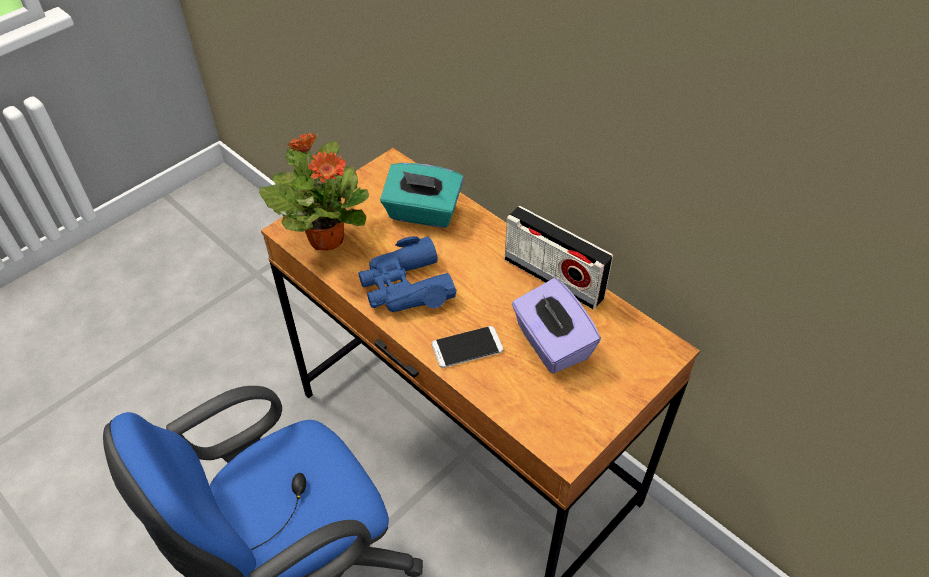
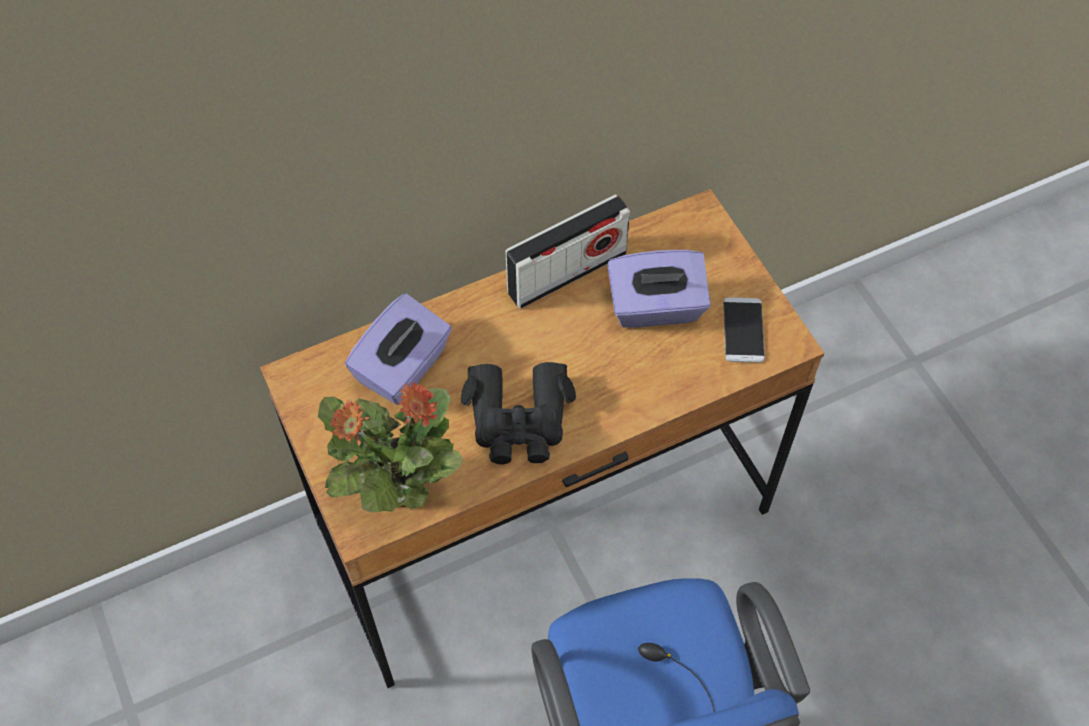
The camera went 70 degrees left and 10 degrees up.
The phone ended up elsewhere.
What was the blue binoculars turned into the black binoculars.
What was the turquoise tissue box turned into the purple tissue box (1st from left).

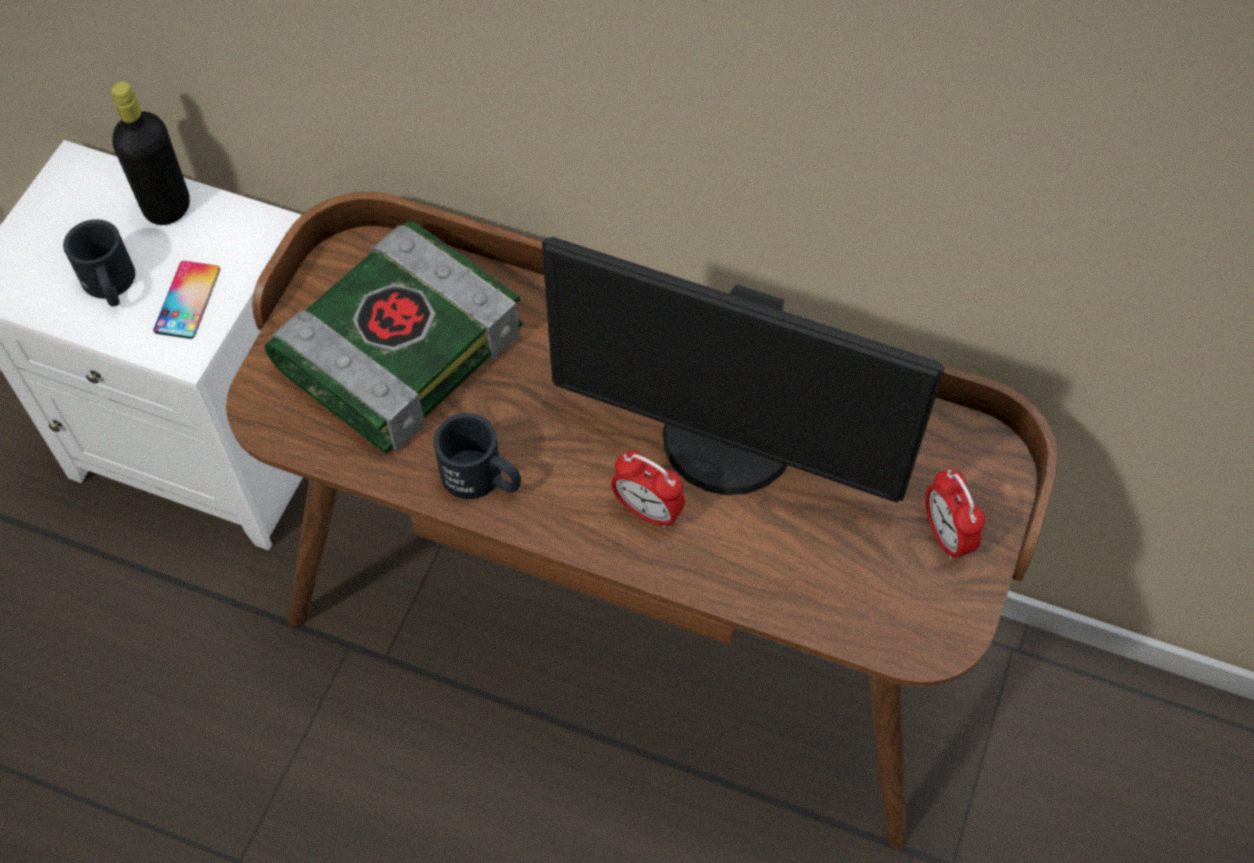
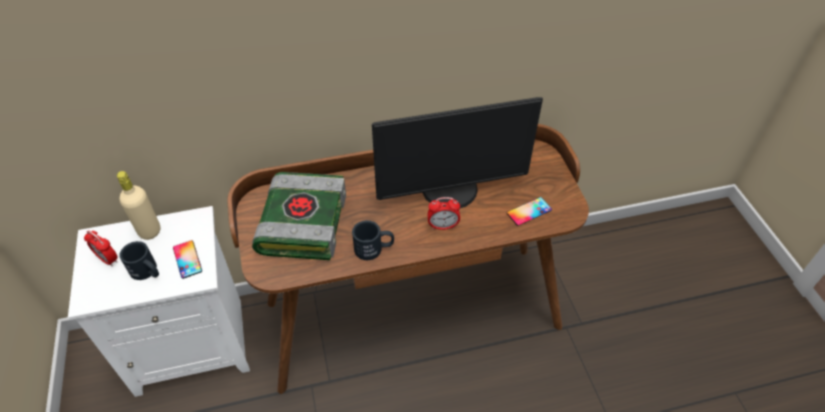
The camera went 35 degrees left and 10 degrees down.
The second view gained the phone (2nd from left).
The alarm clock (2nd from left in the first image) ended up elsewhere.
What was the black bottle turned into the beige bottle.

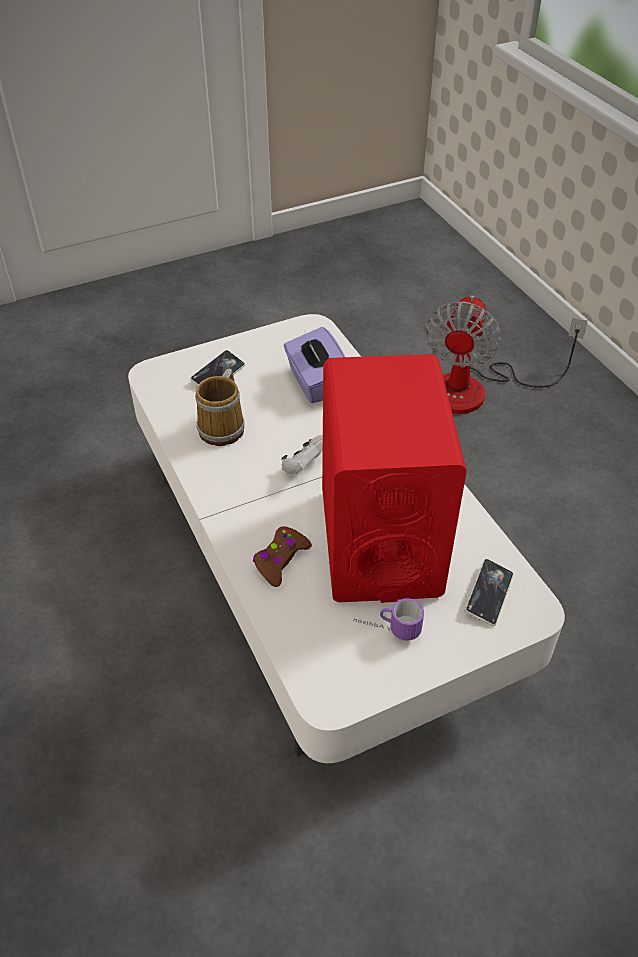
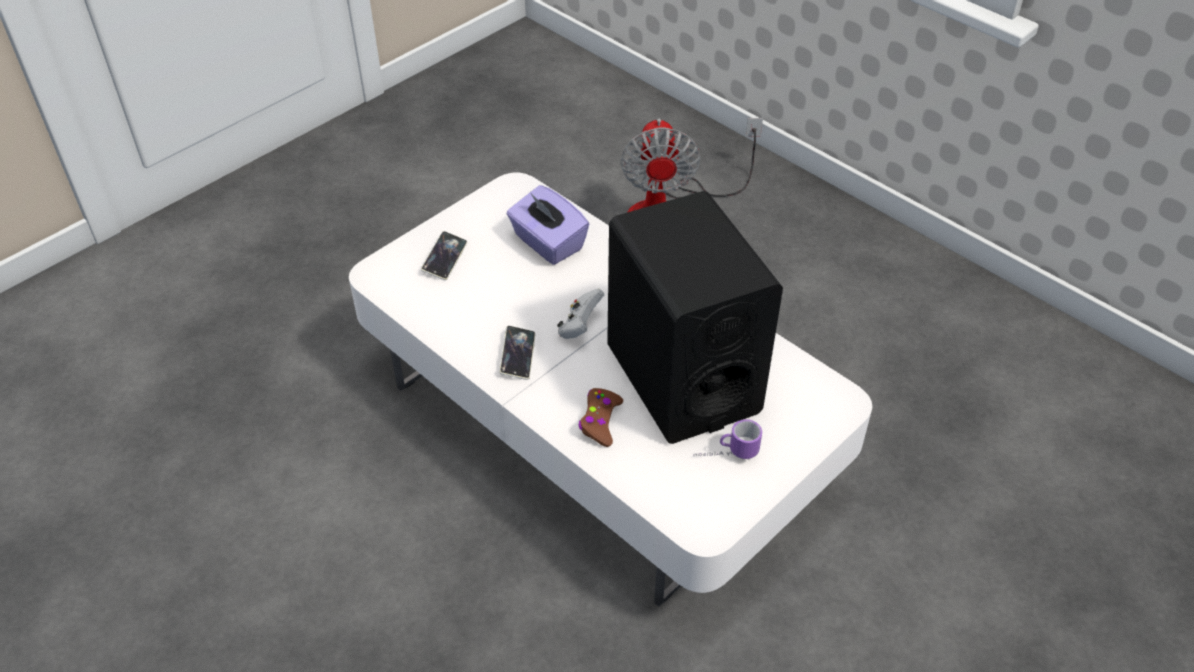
The camera went 20 degrees left and 0 degrees up.
The second view lost the mug (1st from left).
The phone (2nd from left) ended up elsewhere.
What was the red speaker turned into the black speaker.

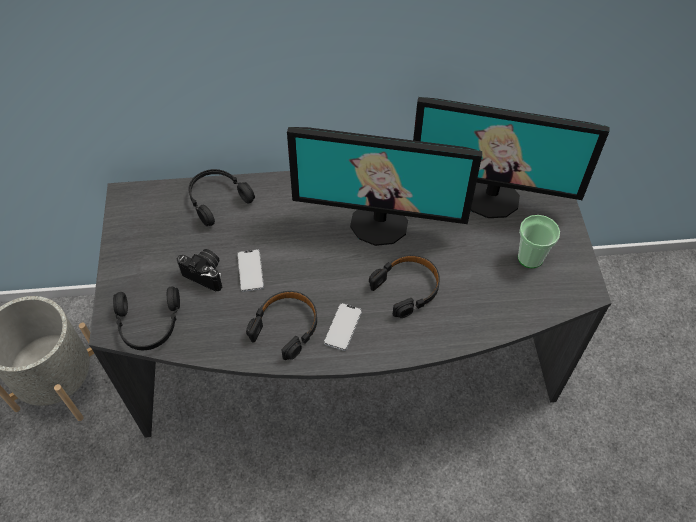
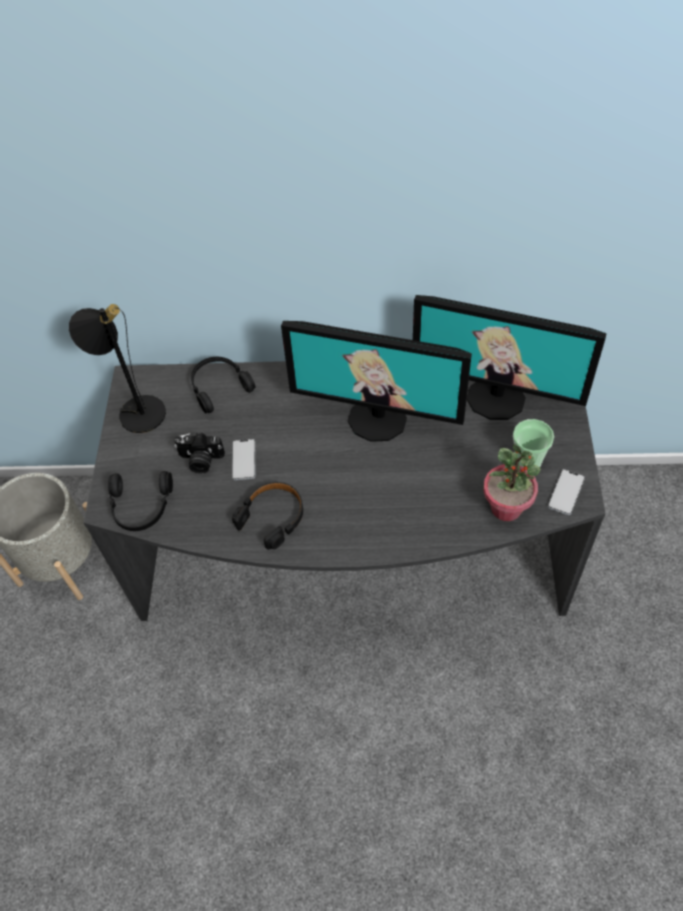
The camera went 10 degrees right and 0 degrees up.
The second view lost the black headphones (4th from left).
The second view gained the black table lamp.
The second view gained the potted plant.
The phone (2nd from left) ended up elsewhere.
The photo camera ended up facing another way, 150 degrees clockwise from before.

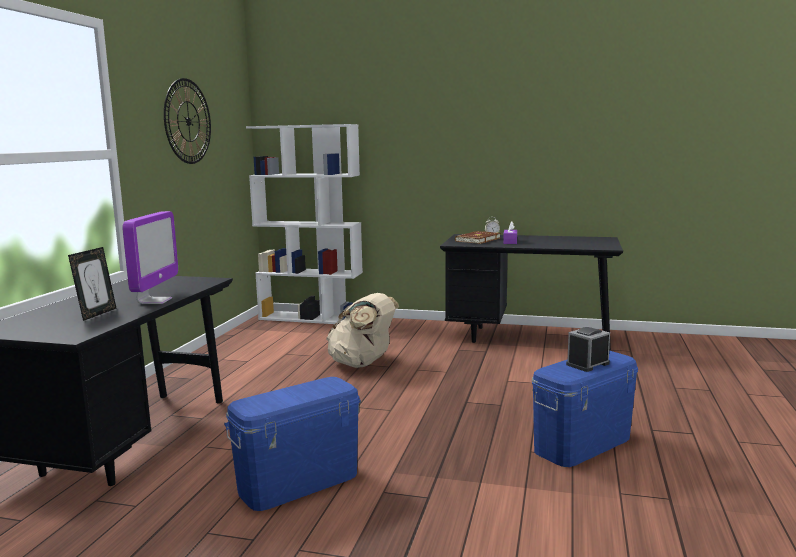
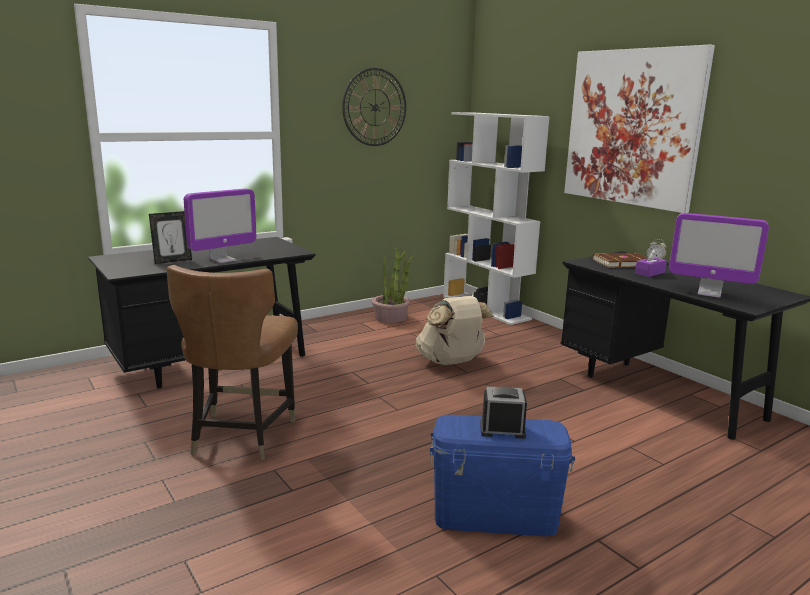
The camera went 40 degrees right and 5 degrees up.
The second view gained the potted plant.
The second view gained the picture.
The second view gained the monitor (2nd from left).
Where the blue storage box (1st from left) stood, the brown chair came to stand.

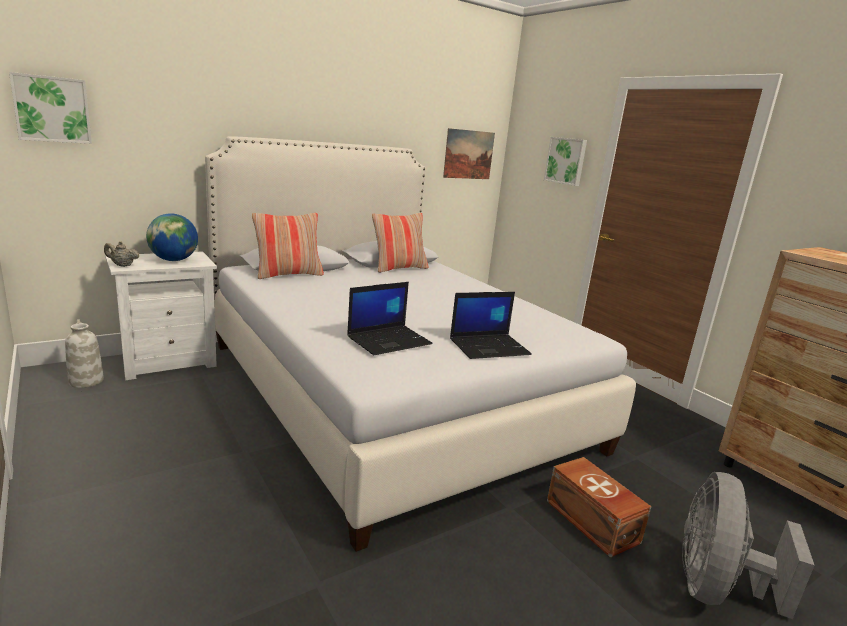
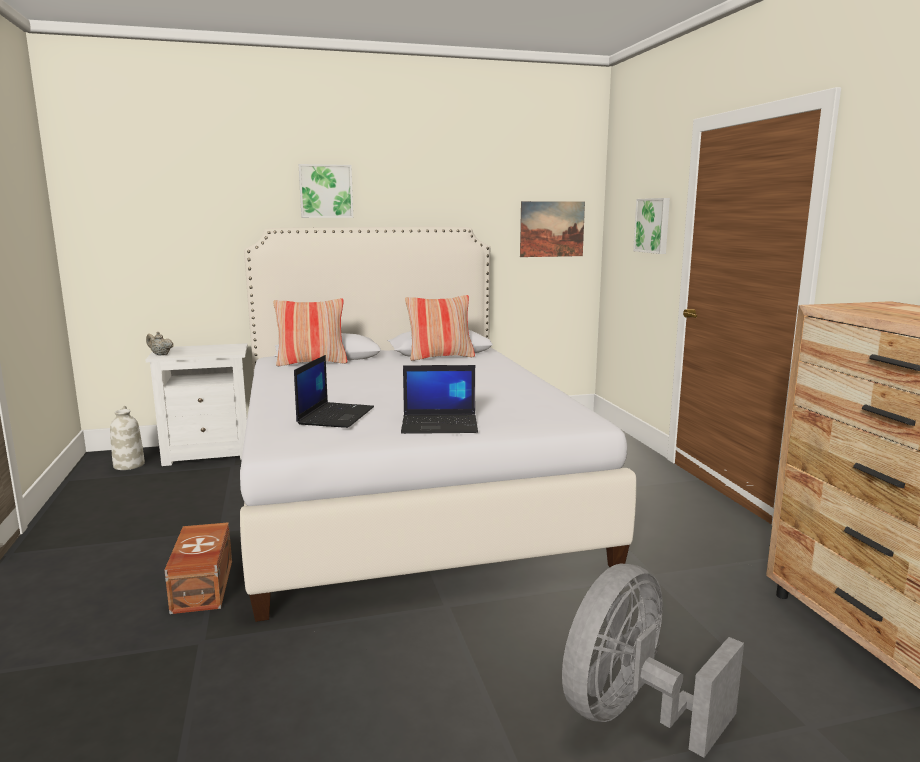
The camera went 20 degrees right and 5 degrees down.
The second view lost the globe.
The picture (1st from left) ended up elsewhere.
The brown storage box ended up elsewhere.
The laptop (1st from left) ended up facing another way, 60 degrees counterclockwise from before.

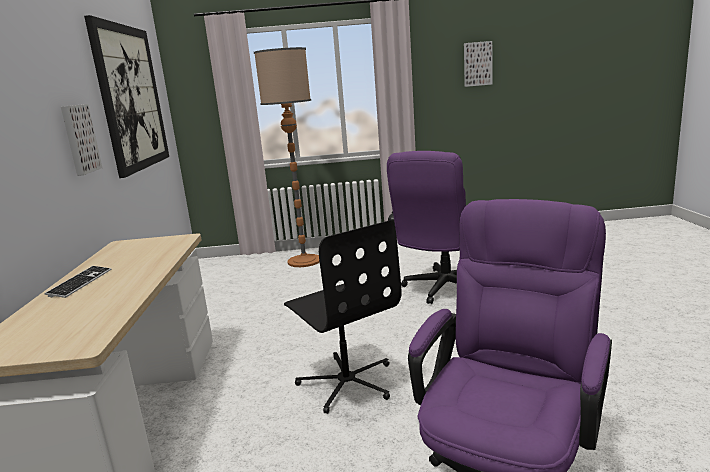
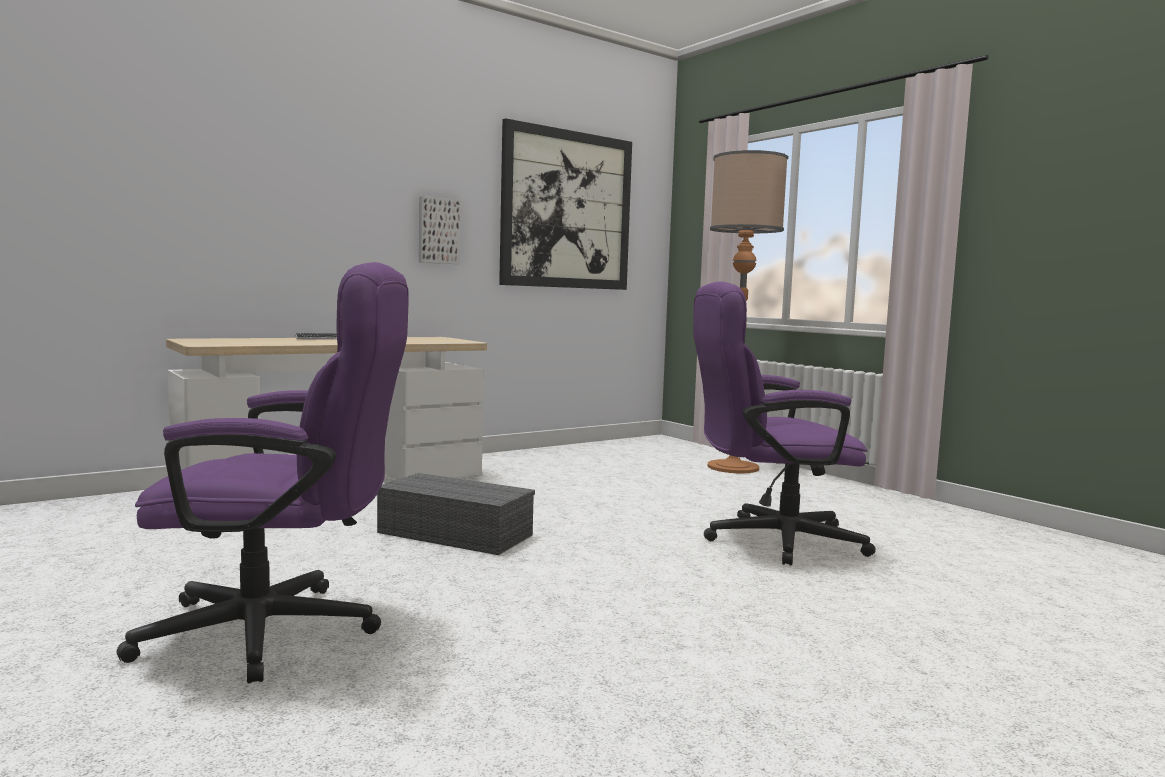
The camera went 55 degrees right and 10 degrees down.
The second view lost the picture (3rd from left).
Where the black office chair stood, the grey storage box came to stand.

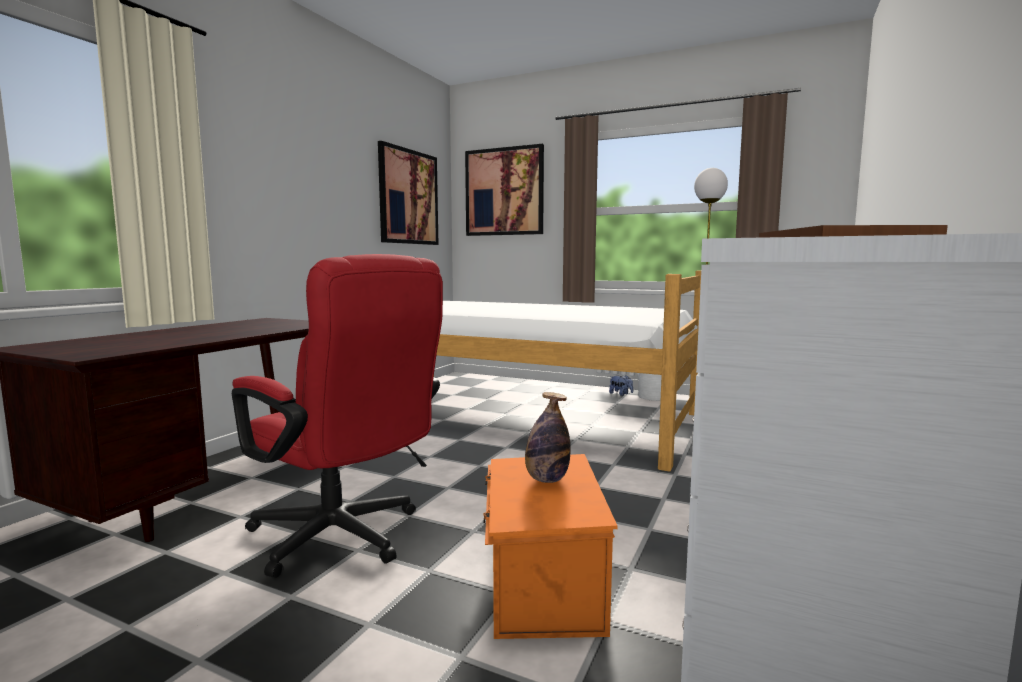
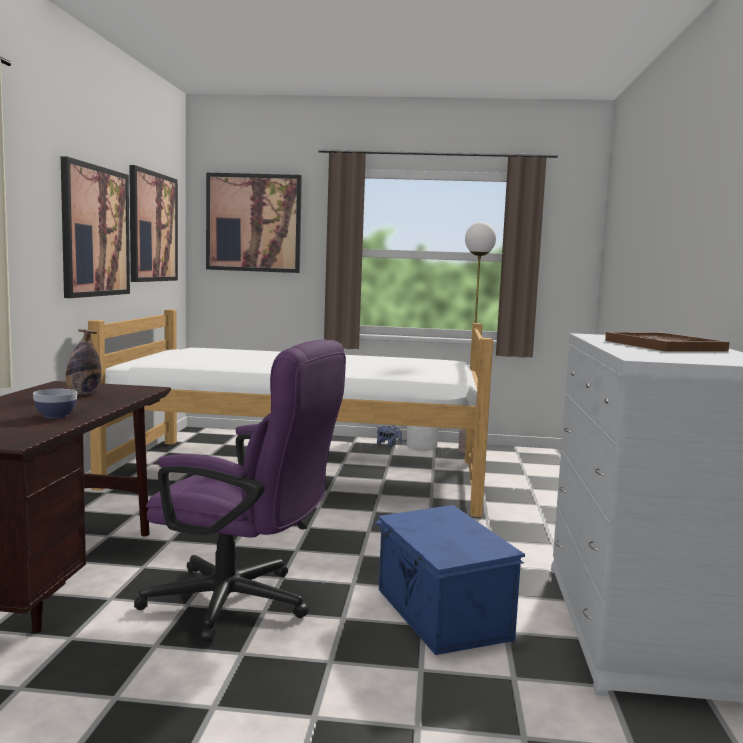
The camera went 20 degrees left and 0 degrees up.
The second view gained the bowl.
The second view gained the picture (1st from left).
The bottle ended up elsewhere.
What was the red office chair turned into the purple office chair.
What was the orange storage box turned into the blue storage box.

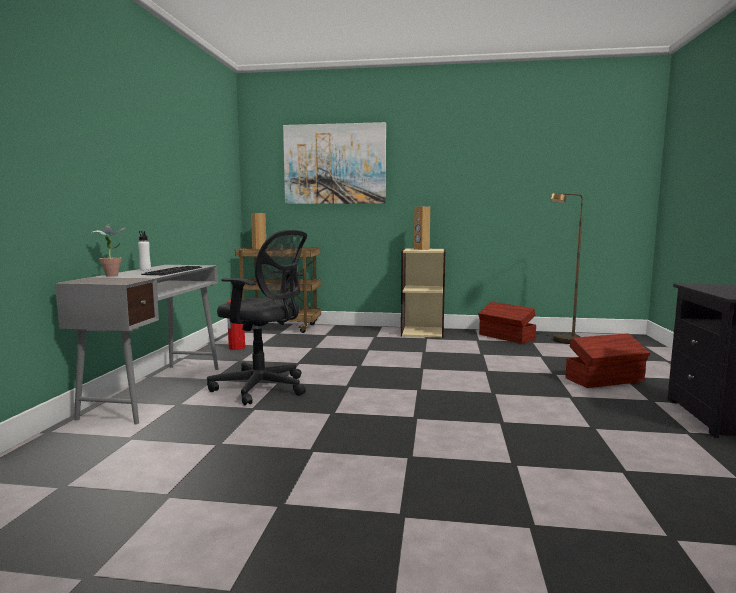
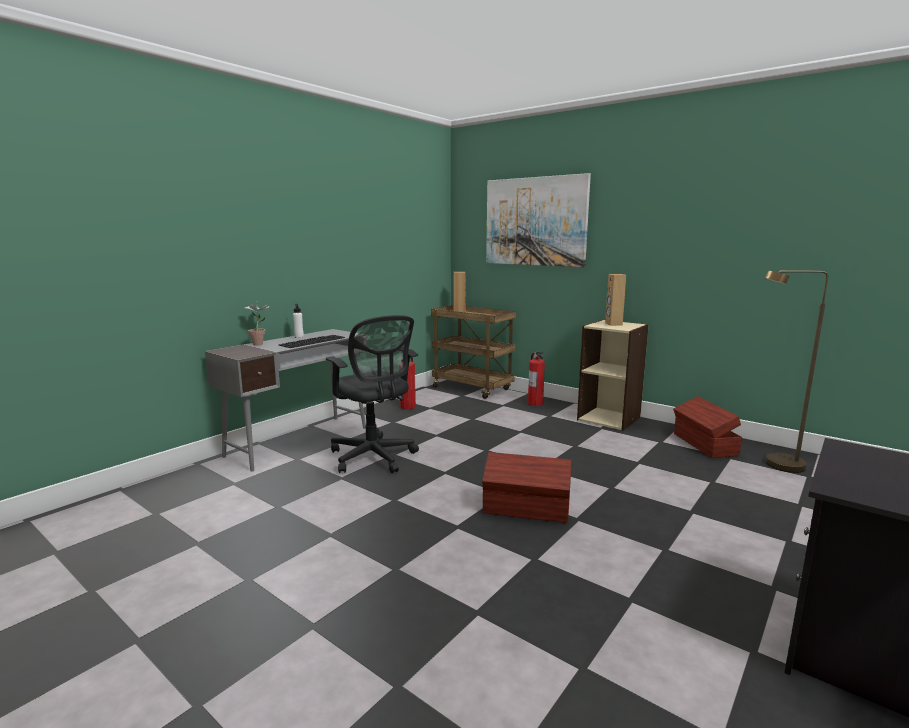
The camera went 30 degrees right and 5 degrees up.
The second view gained the fire extinguisher (2nd from left).
The brown storage box (2nd from left in the first image) ended up elsewhere.

